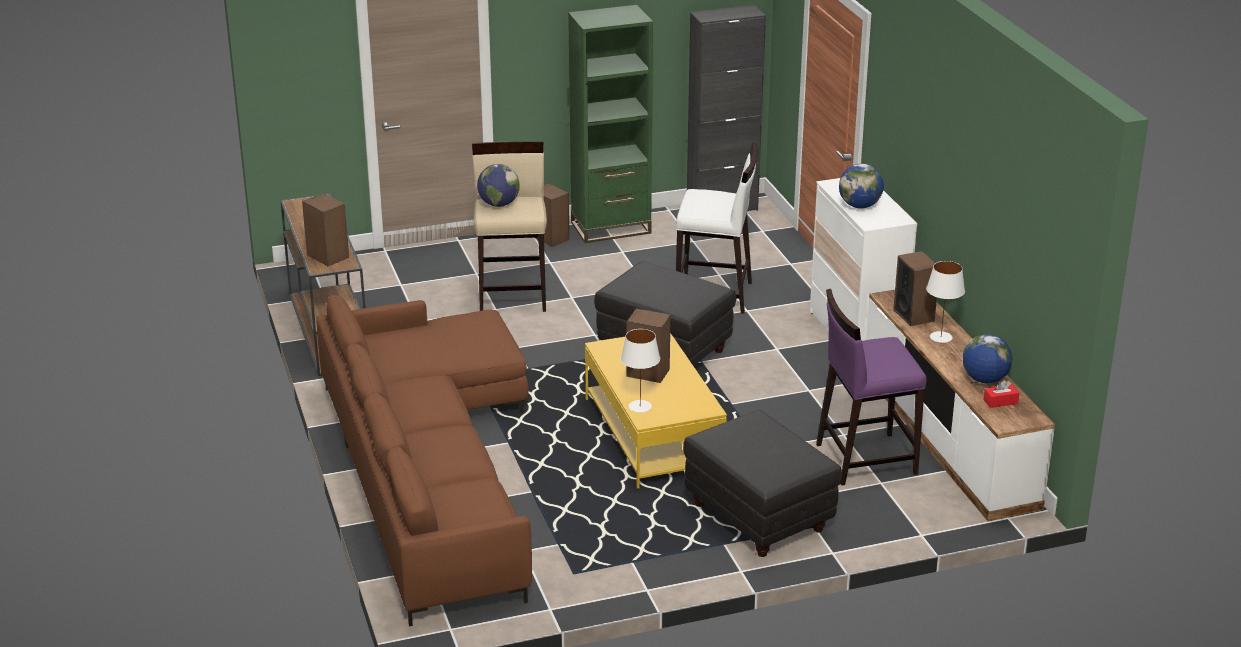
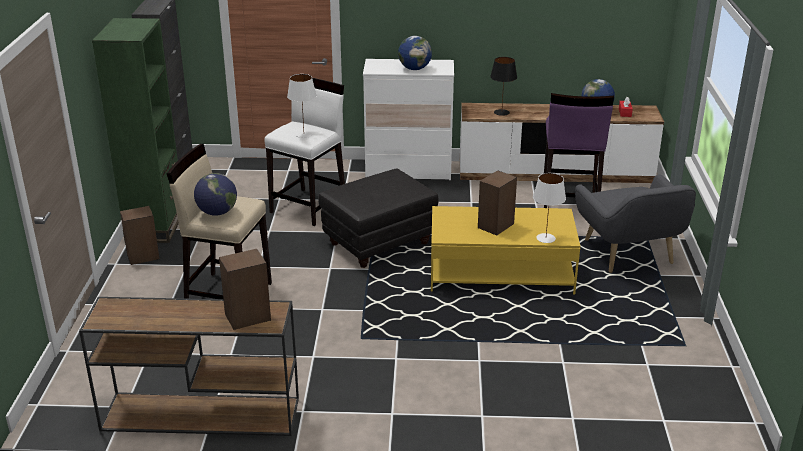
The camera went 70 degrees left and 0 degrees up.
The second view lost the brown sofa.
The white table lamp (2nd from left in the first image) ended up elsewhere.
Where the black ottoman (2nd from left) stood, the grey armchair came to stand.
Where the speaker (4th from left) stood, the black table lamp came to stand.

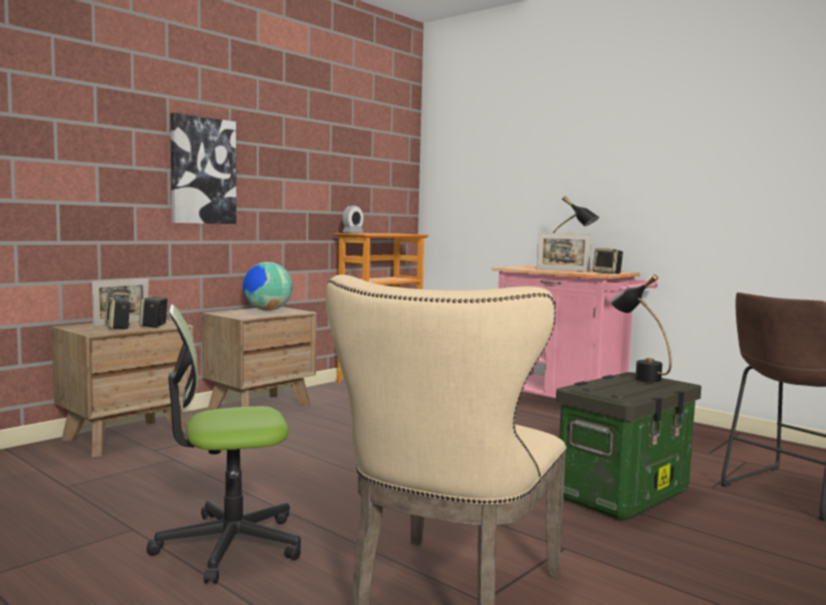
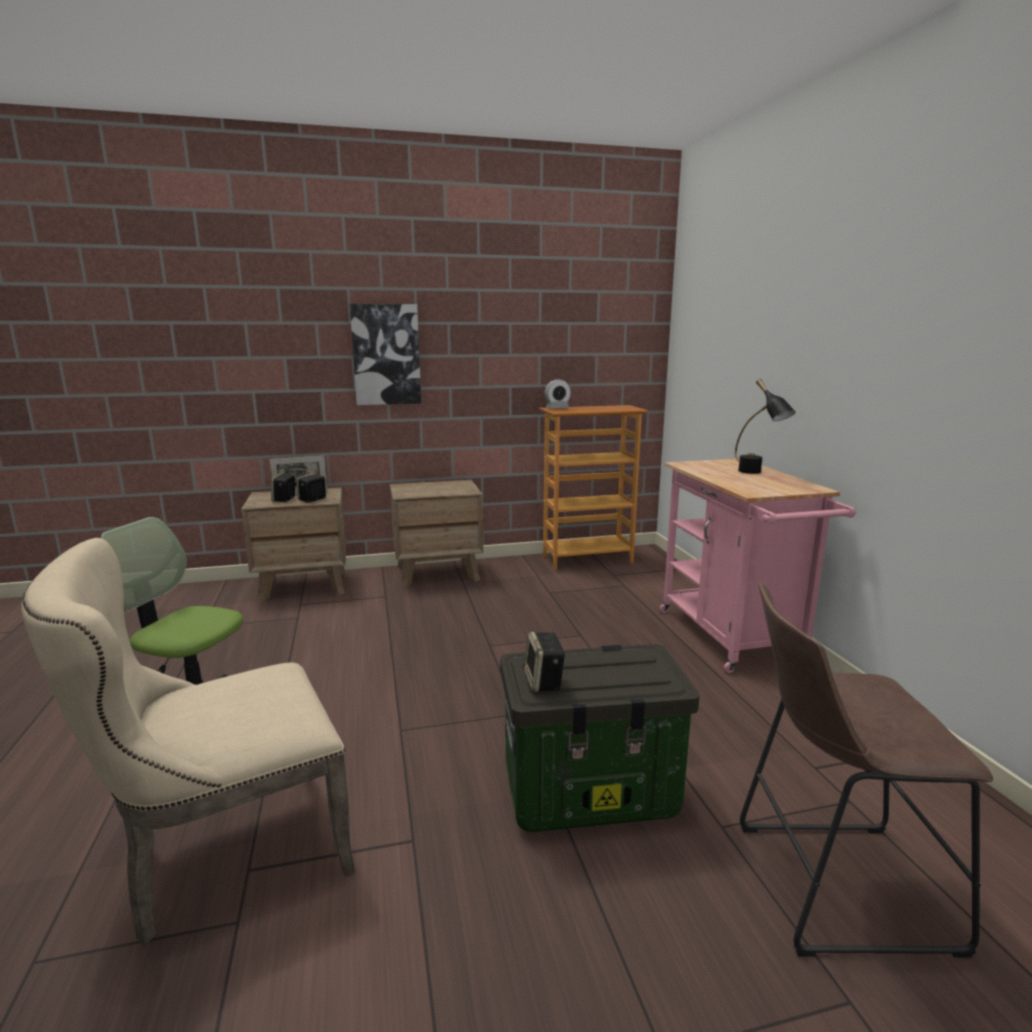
The camera went 35 degrees right and 10 degrees up.
The second view lost the globe.
The second view lost the picture frame (2nd from left).
The second view lost the black table lamp (2nd from left).
The speaker (3rd from left) ended up elsewhere.

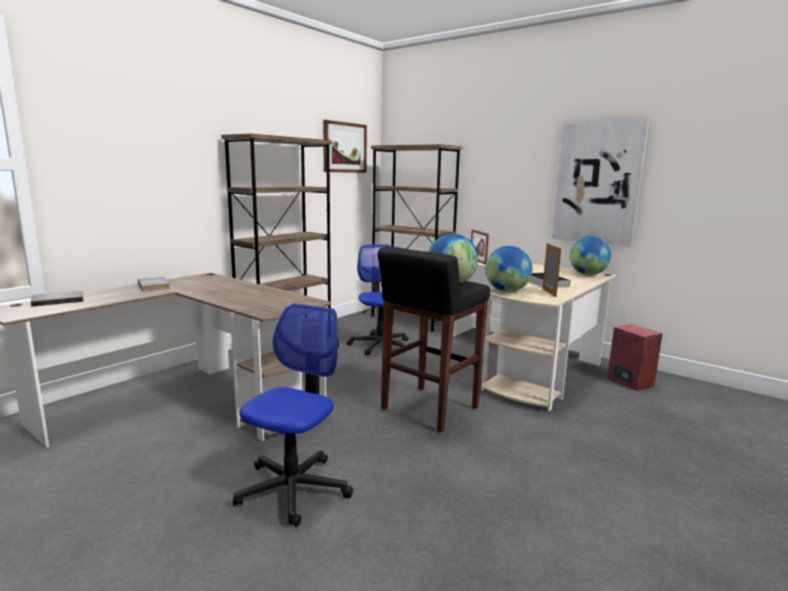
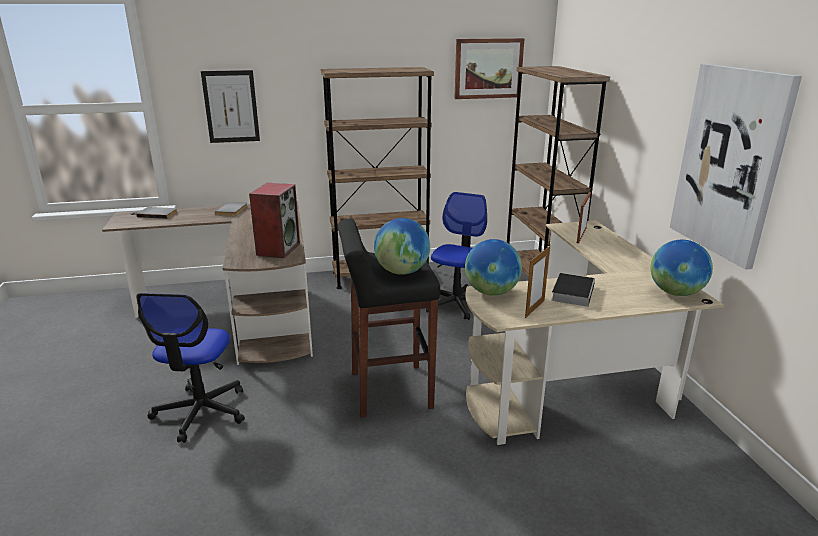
The camera went 40 degrees right and 10 degrees up.
The second view gained the picture (1st from left).
The speaker ended up elsewhere.
The office chair (1st from left) ended up facing another way, 120 degrees clockwise from before.

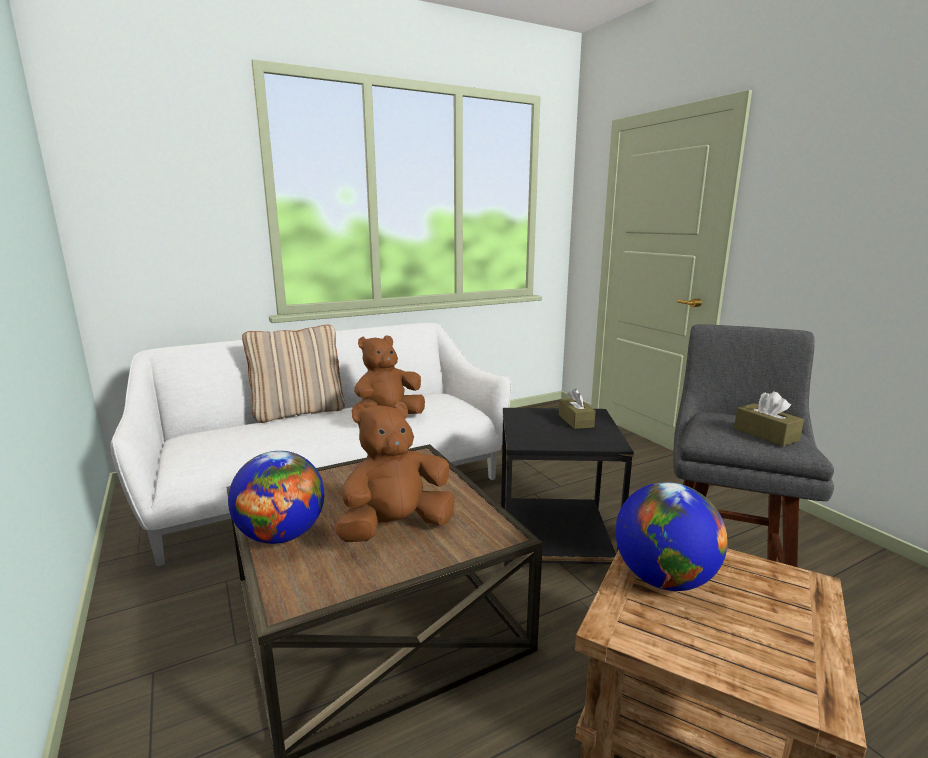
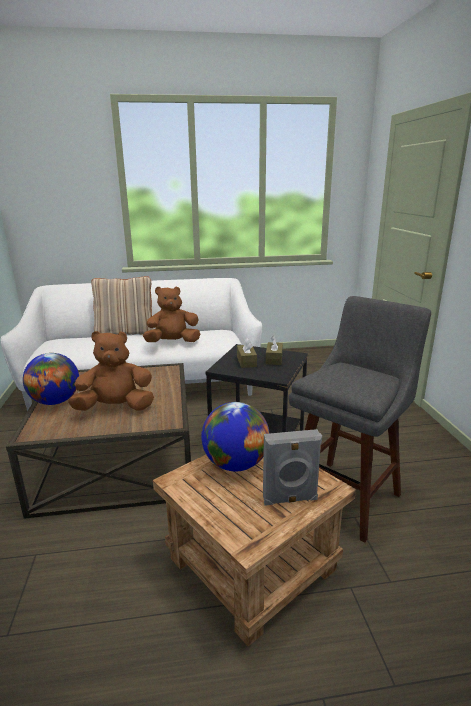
The camera went 20 degrees right and 5 degrees up.
The second view gained the grey speaker.
The brown tissue box (2nd from left in the first image) ended up elsewhere.

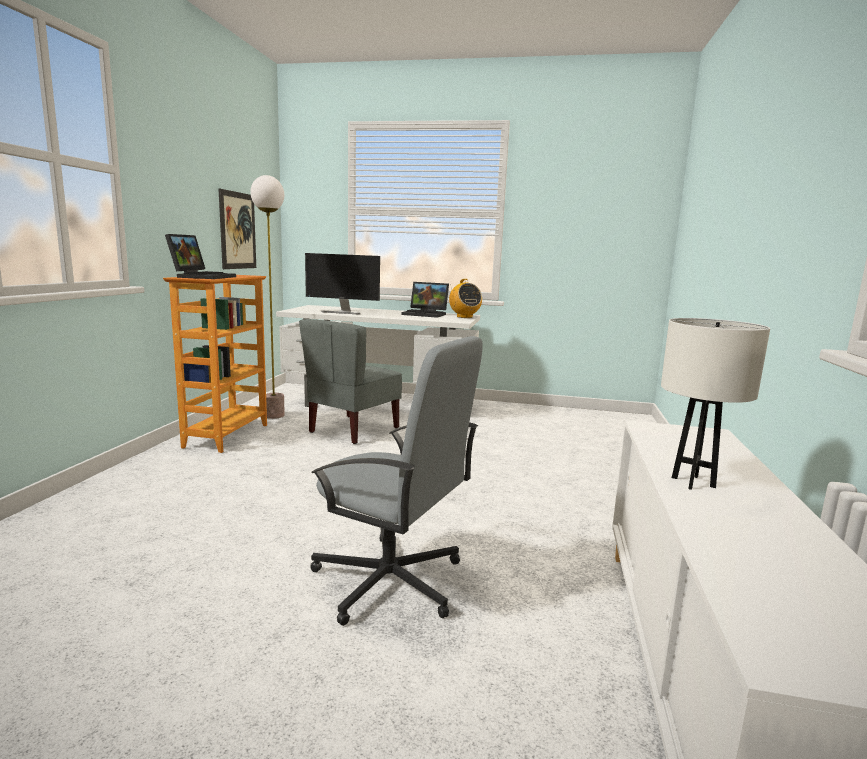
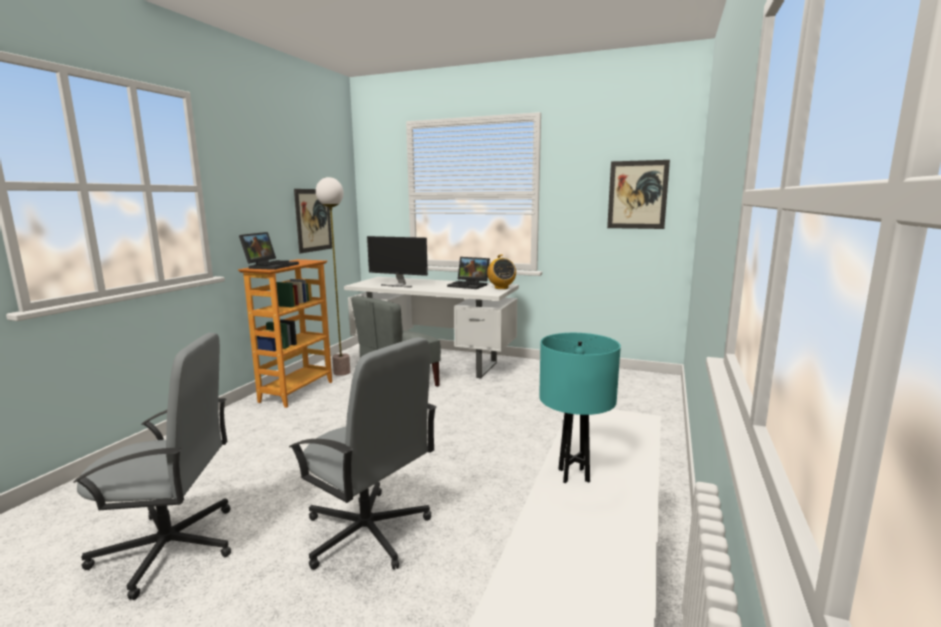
The camera went 10 degrees right and 0 degrees up.
The second view gained the grey office chair (1st from left).
The second view gained the picture (2nd from left).
What was the white table lamp turned into the turquoise table lamp.

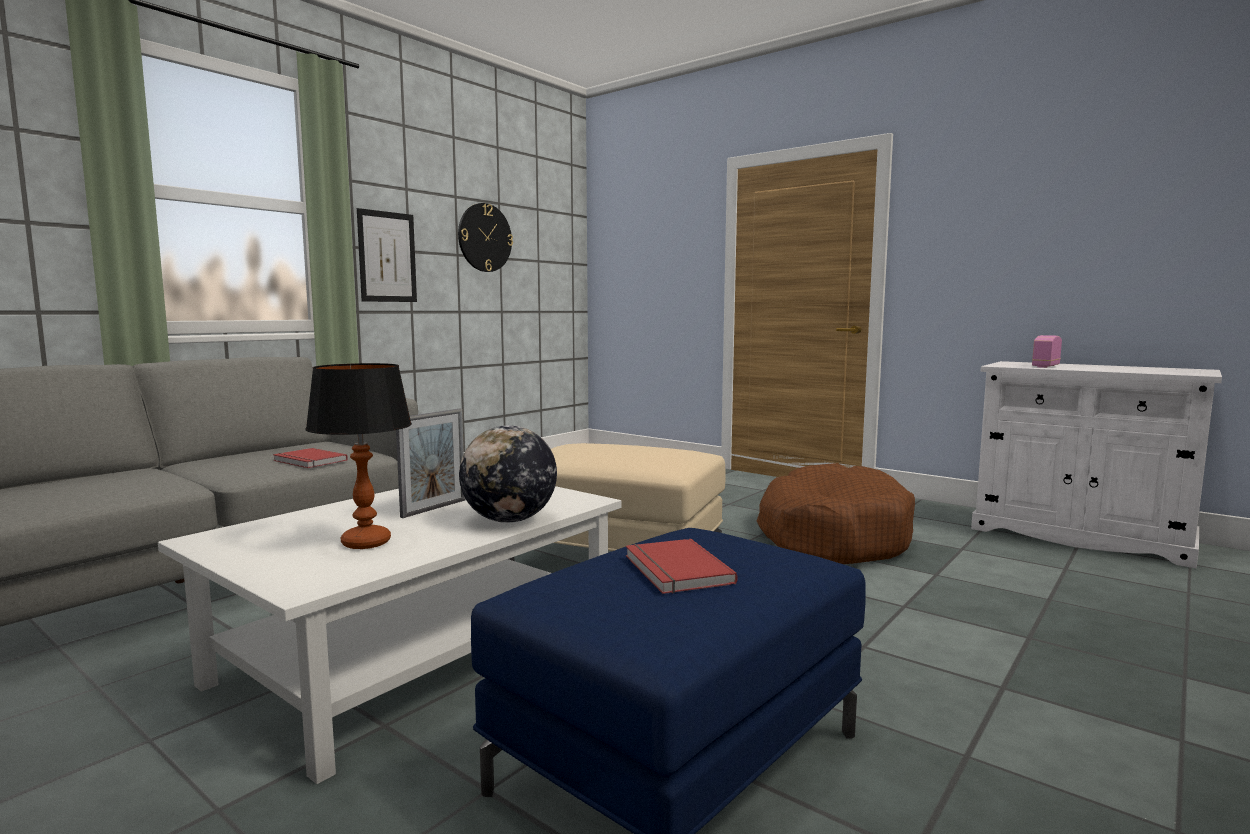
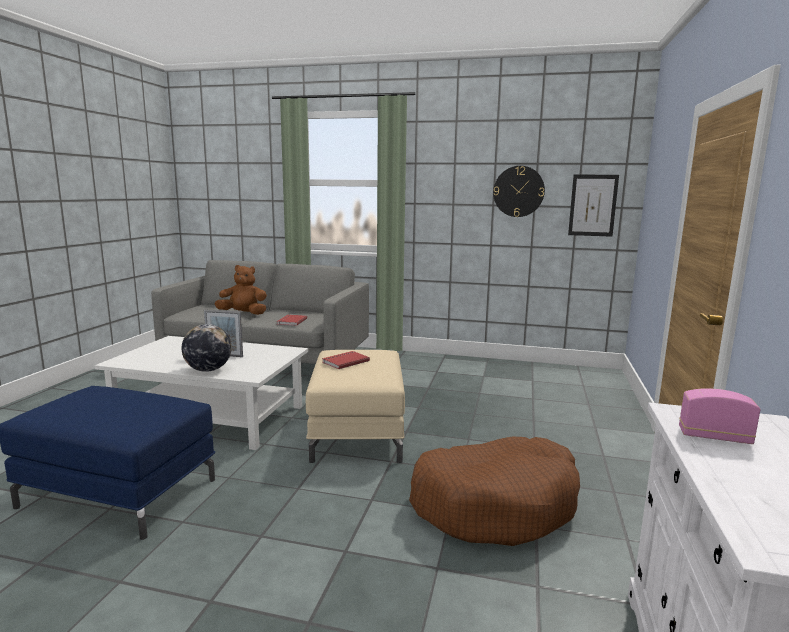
The camera went 65 degrees right and 5 degrees up.
The second view lost the table lamp.
The second view gained the brown plush toy.
The picture ended up elsewhere.
The red book (2nd from left) ended up elsewhere.

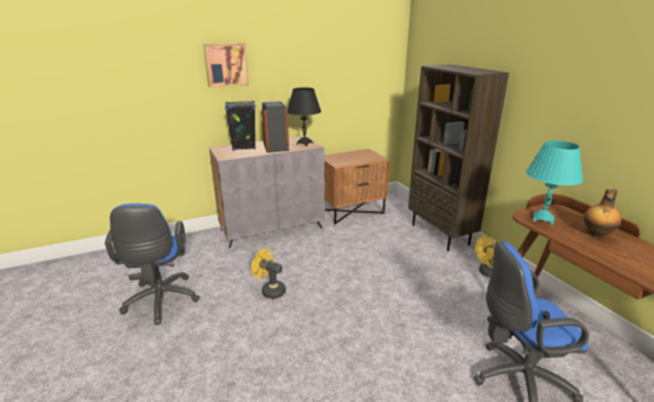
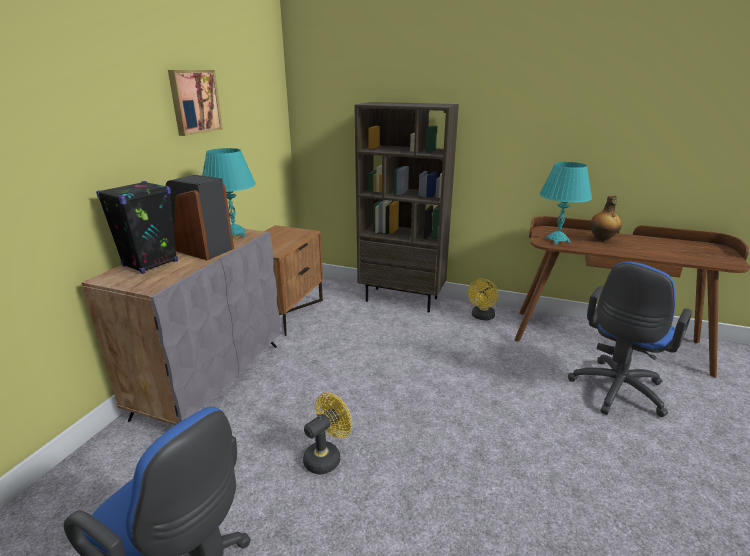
The camera went 45 degrees left and 0 degrees up.
The picture ended up elsewhere.
What was the black table lamp turned into the turquoise table lamp (1st from left).
The yellow fan (1st from left) ended up facing another way, 150 degrees clockwise from before.

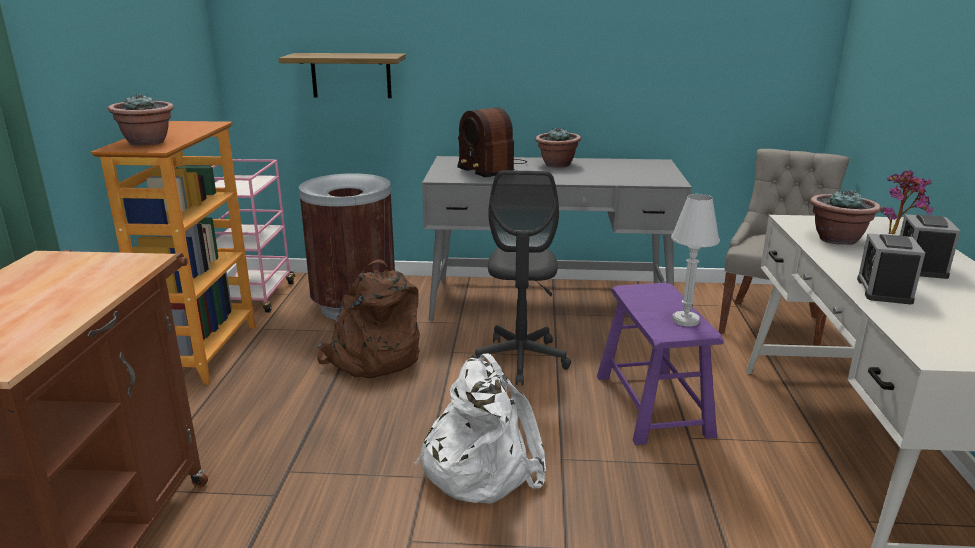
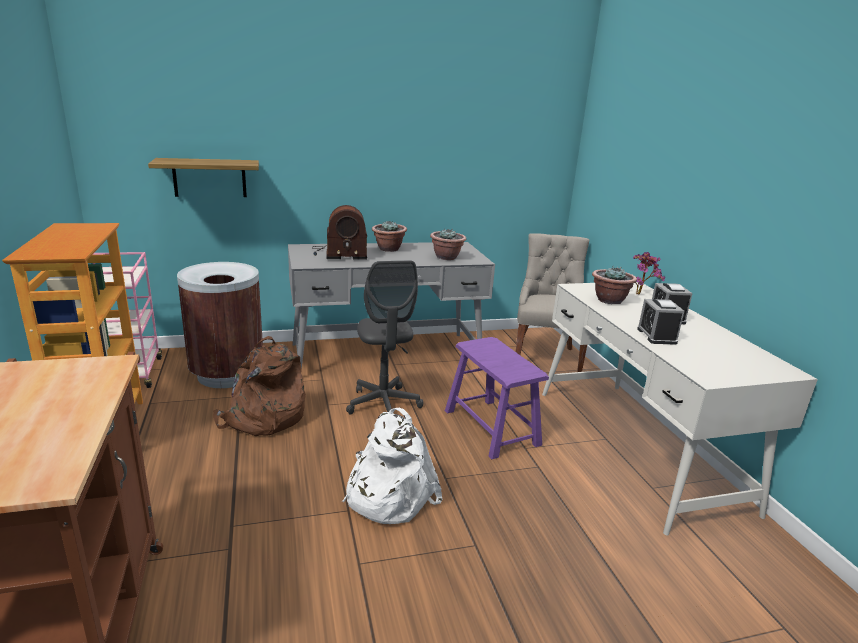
The camera went 20 degrees left and 0 degrees up.
The second view lost the white table lamp.
The potted plant (1st from left in the first image) ended up elsewhere.
The radio ended up facing another way, 45 degrees counterclockwise from before.

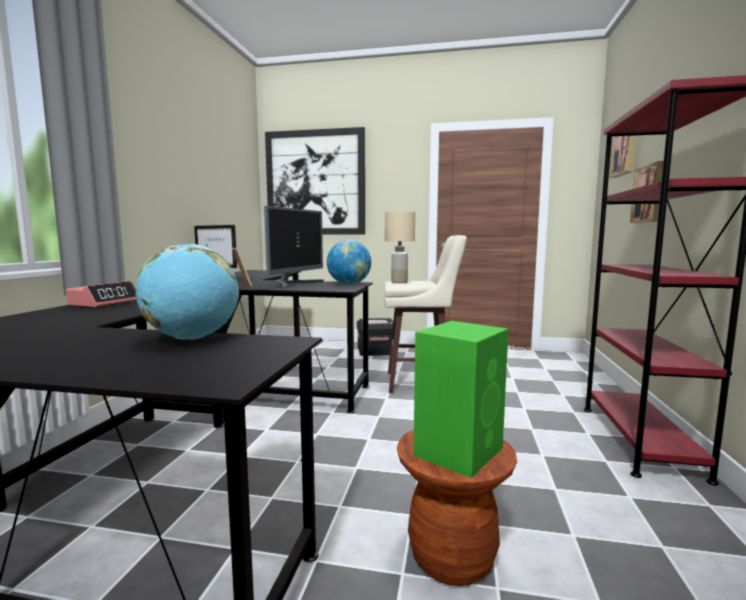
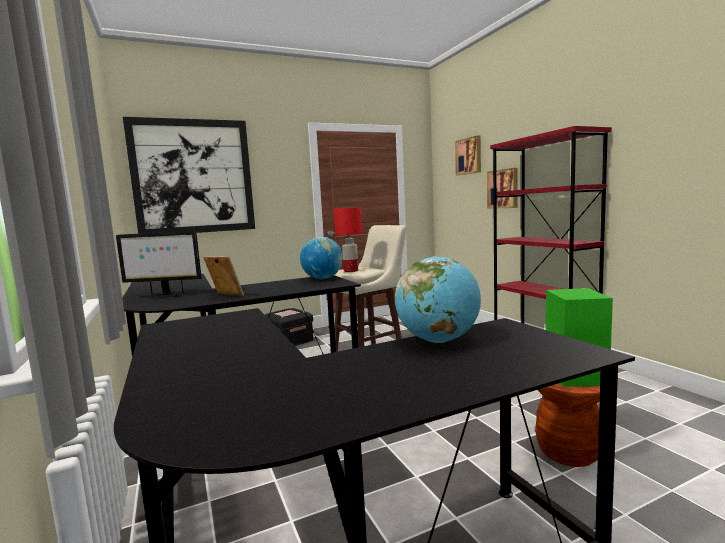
The camera went 35 degrees left and 0 degrees up.
The second view lost the alarm clock.
The second view lost the monitor (2nd from left).
What was the beige table lamp turned into the red table lamp.

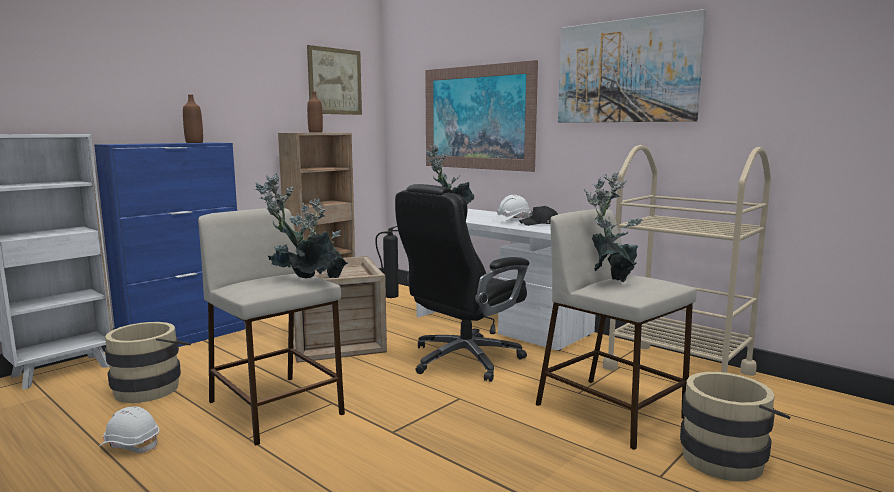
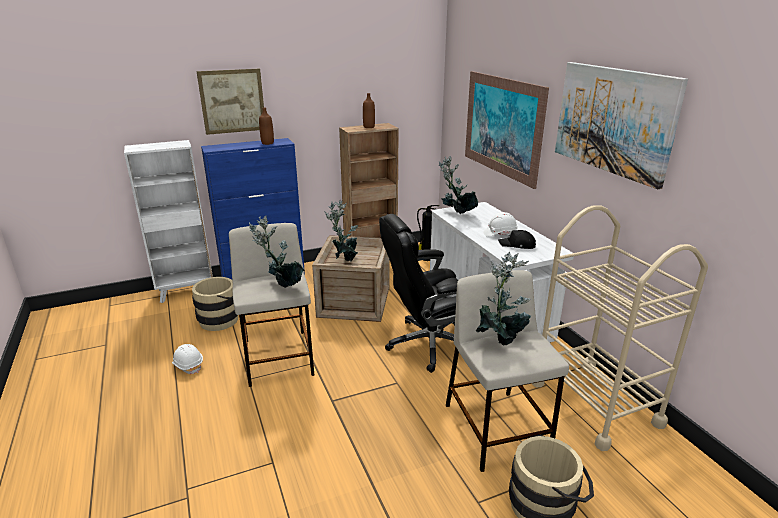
The camera went 25 degrees right and 15 degrees up.
The picture (1st from left) ended up elsewhere.

